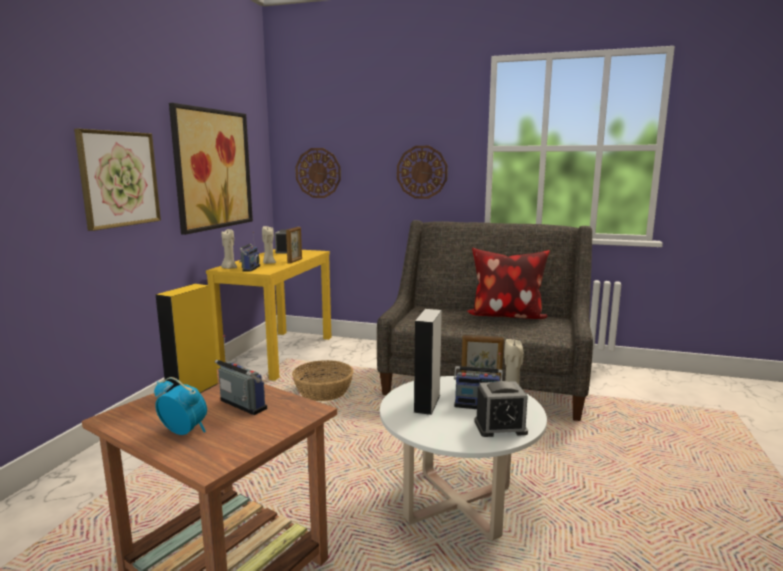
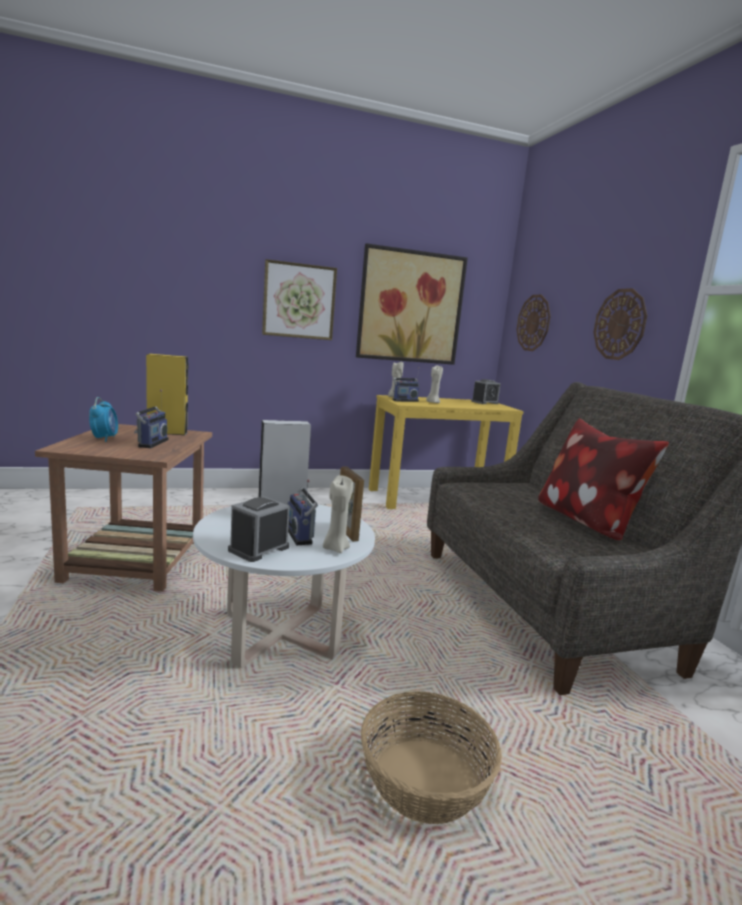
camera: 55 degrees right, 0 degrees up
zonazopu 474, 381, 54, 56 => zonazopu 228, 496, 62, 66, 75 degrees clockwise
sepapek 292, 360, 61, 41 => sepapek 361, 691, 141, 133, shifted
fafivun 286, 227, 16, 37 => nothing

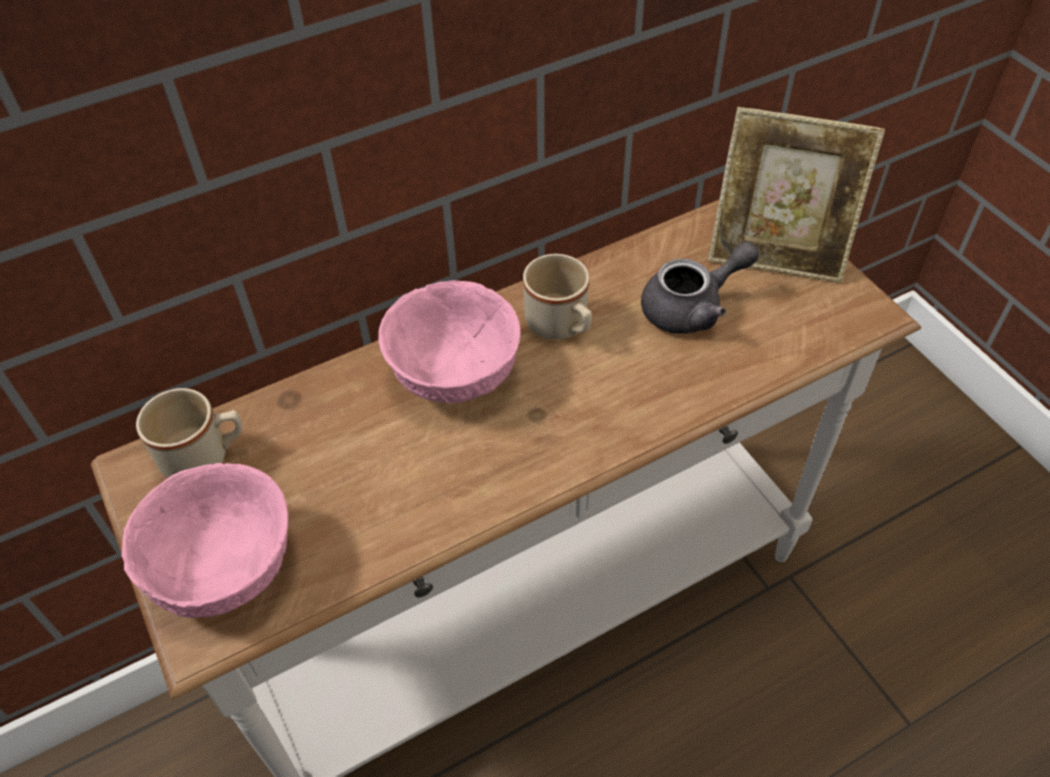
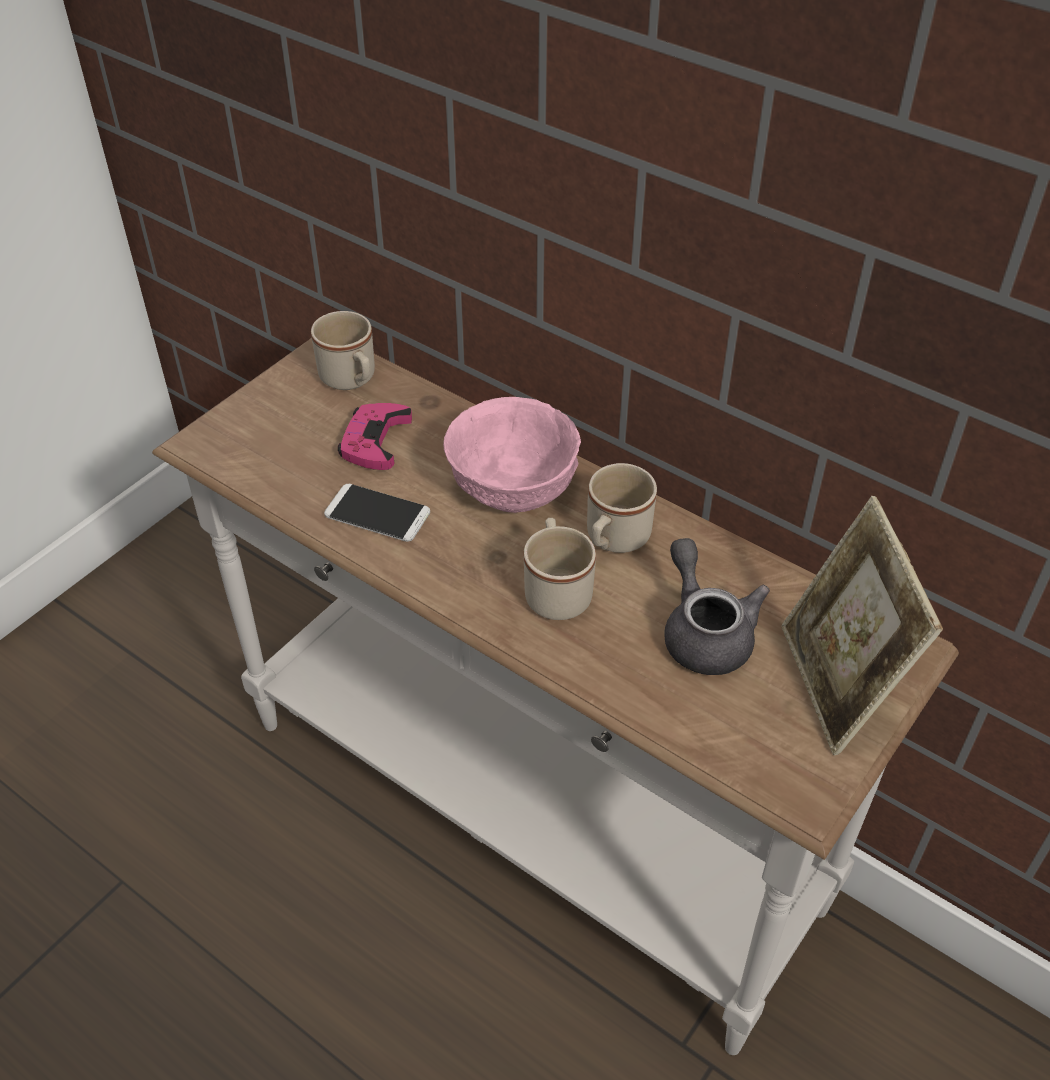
camera: 65 degrees right, 5 degrees down
nothing => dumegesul 324, 484, 106, 58
nothing => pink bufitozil 338, 403, 74, 67
nothing => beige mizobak 524, 518, 72, 102
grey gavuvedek 641, 241, 118, 93 => grey gavuvedek 664, 538, 106, 137, 150 degrees counterclockwise
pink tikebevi 122, 463, 166, 155 => nothing

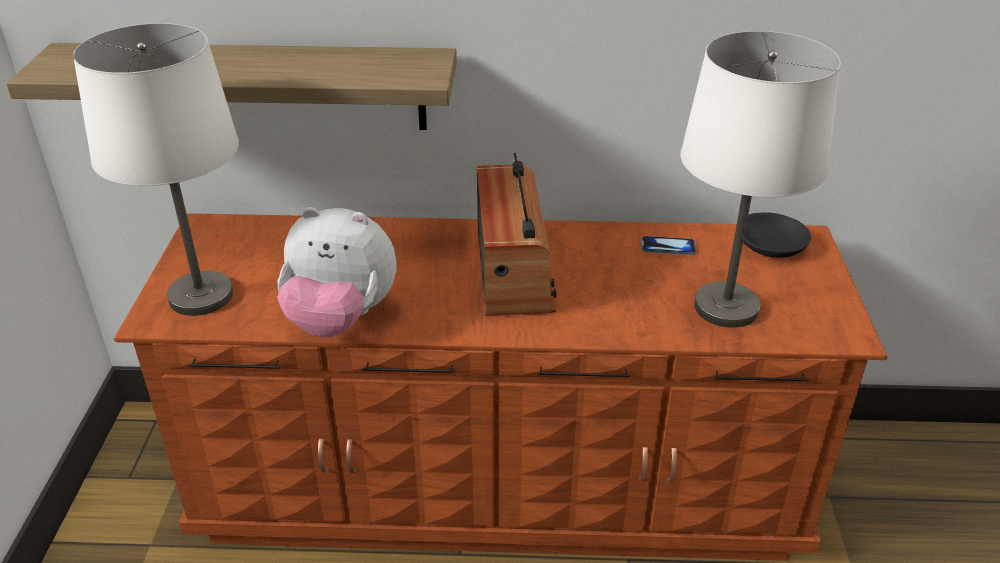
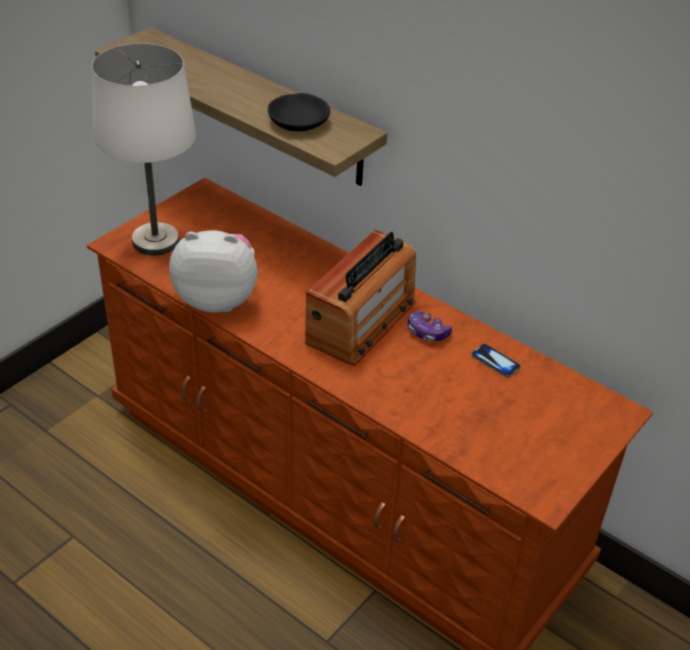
camera: 35 degrees right, 5 degrees up
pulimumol 277, 207, 119, 131 => pulimumol 169, 230, 88, 83, 135 degrees clockwise
black tikebevi 743, 212, 68, 46 => black tikebevi 268, 93, 62, 38, shifted
nothing => bufitozil 408, 311, 44, 30
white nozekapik 680, 31, 161, 297 => nothing

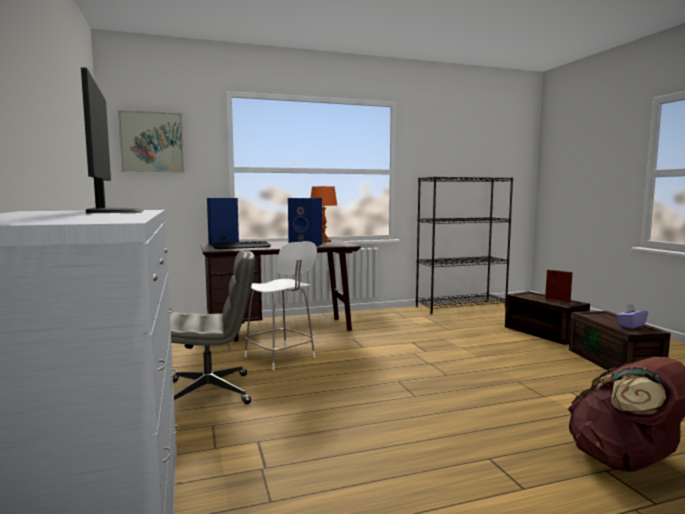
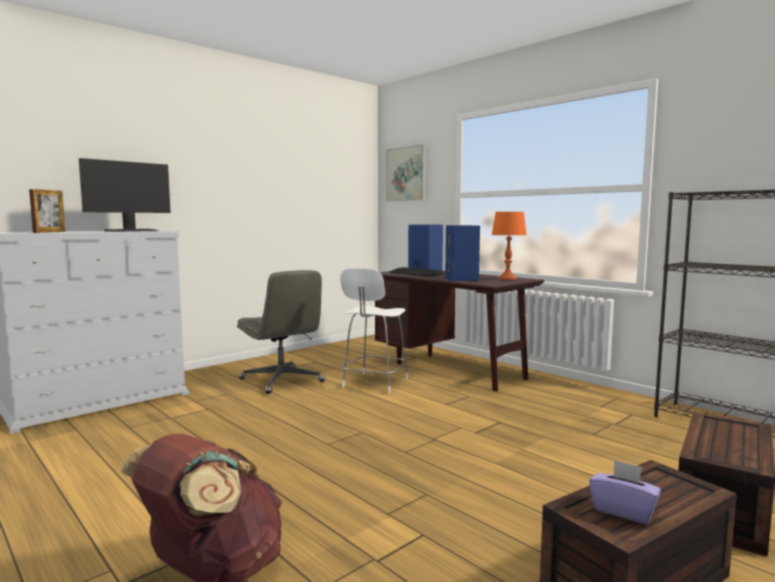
camera: 65 degrees right, 0 degrees up
fafivun 545, 270, 27, 32 => fafivun 29, 189, 37, 44, shifted

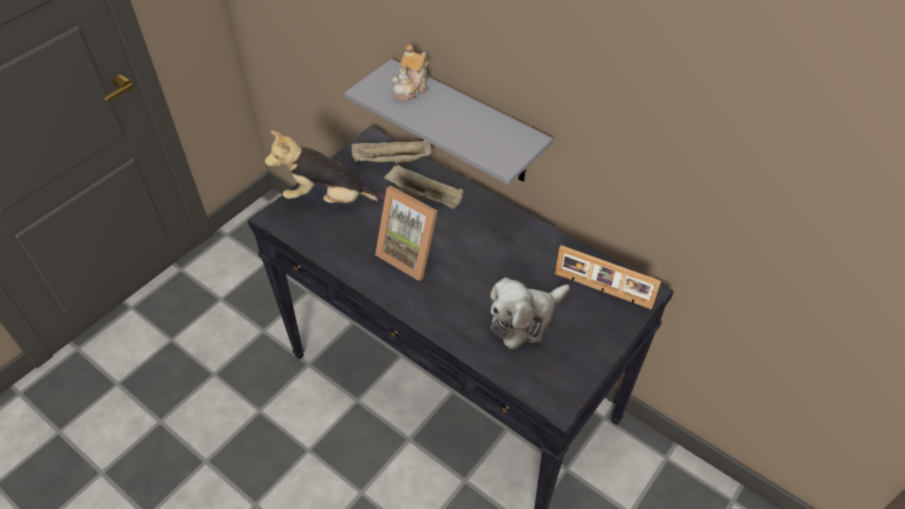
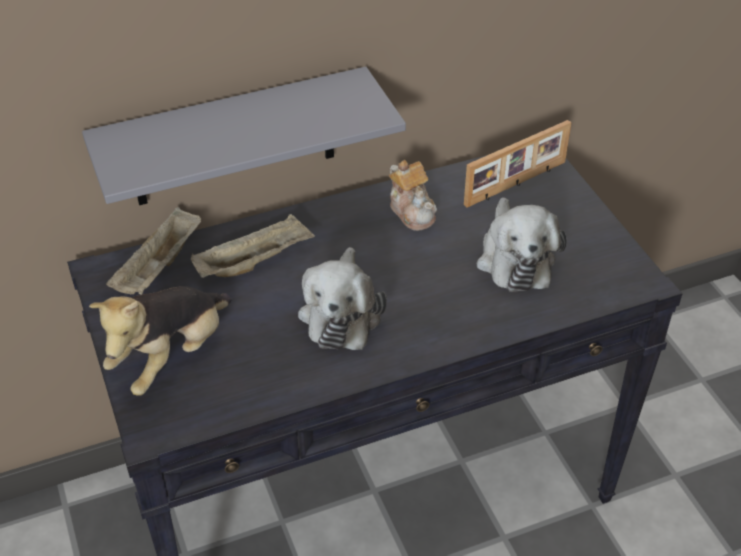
camera: 60 degrees left, 5 degrees down
fafivun 375, 186, 63, 95 => pulimumol 298, 247, 89, 103
gavuvedek 391, 45, 37, 56 => gavuvedek 389, 160, 48, 71, shifted

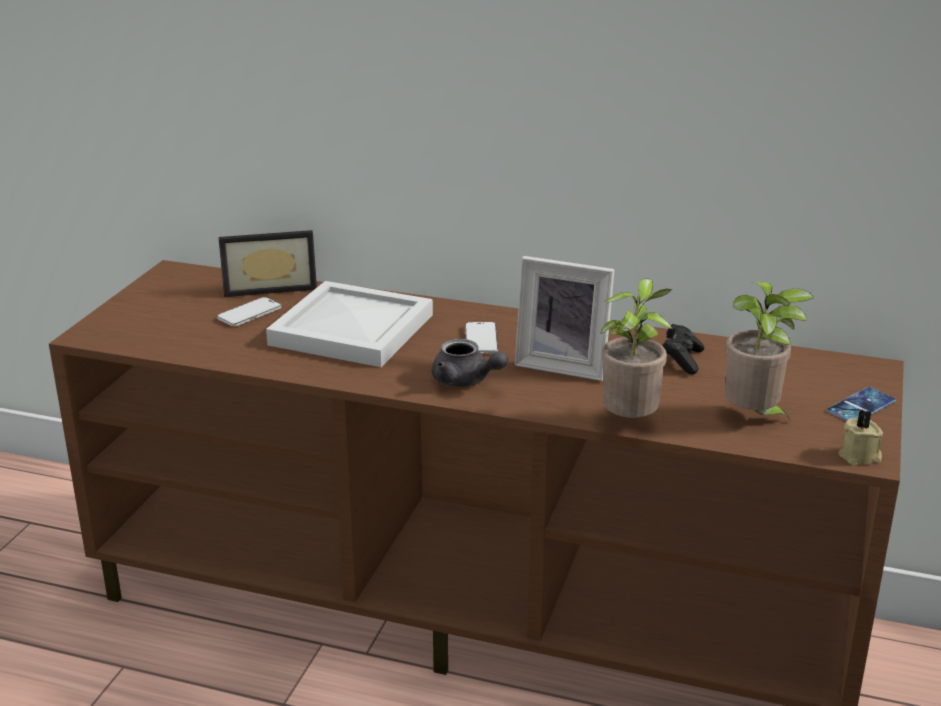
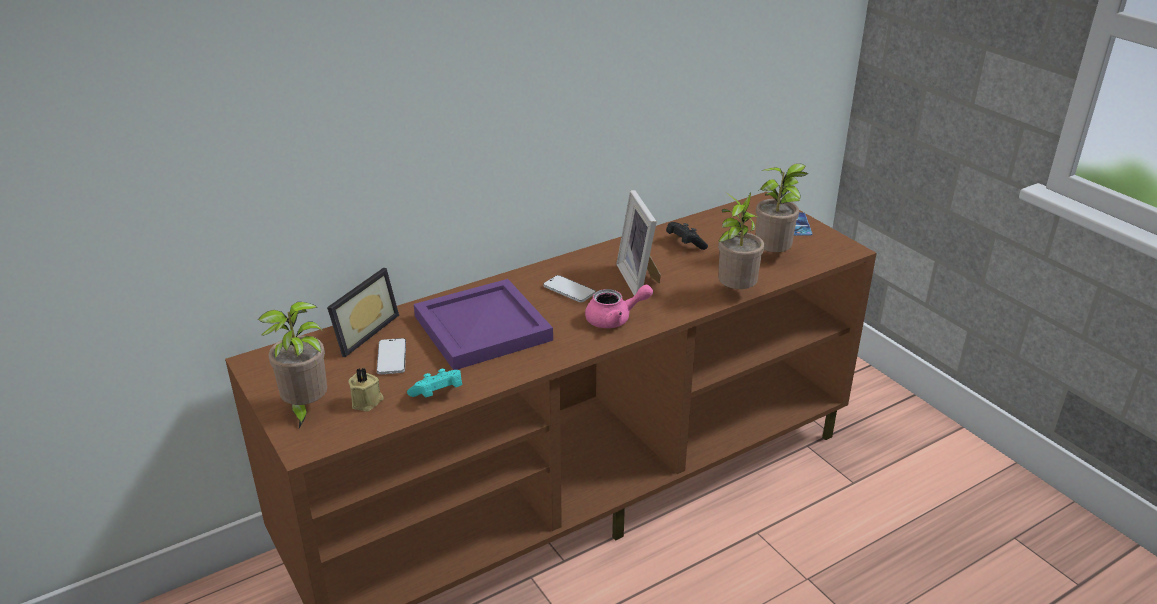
camera: 50 degrees left, 5 degrees up
nothing => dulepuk 258, 302, 69, 126
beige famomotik 838, 410, 45, 55 => beige famomotik 348, 368, 36, 43, shifted
nothing => turquoise bufitozil 407, 369, 55, 29
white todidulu 266, 281, 167, 86 => purple todidulu 414, 279, 139, 91
grey gavuvedek 432, 339, 76, 48 => pink gavuvedek 585, 285, 68, 43
fafivun 515, 256, 100, 125 => fafivun 616, 190, 45, 106, 105 degrees clockwise

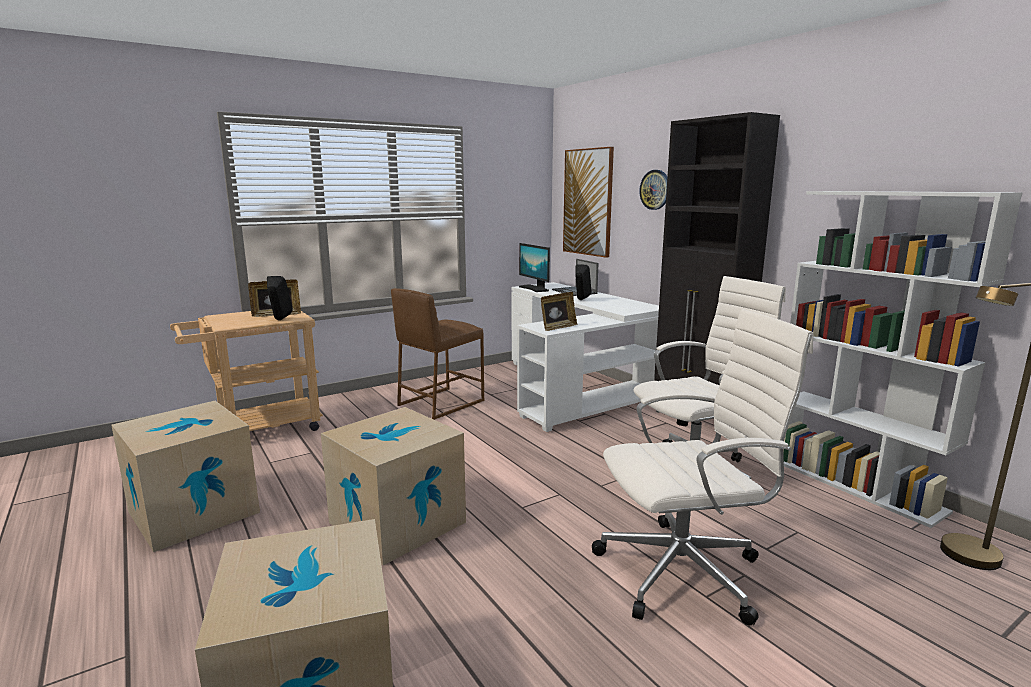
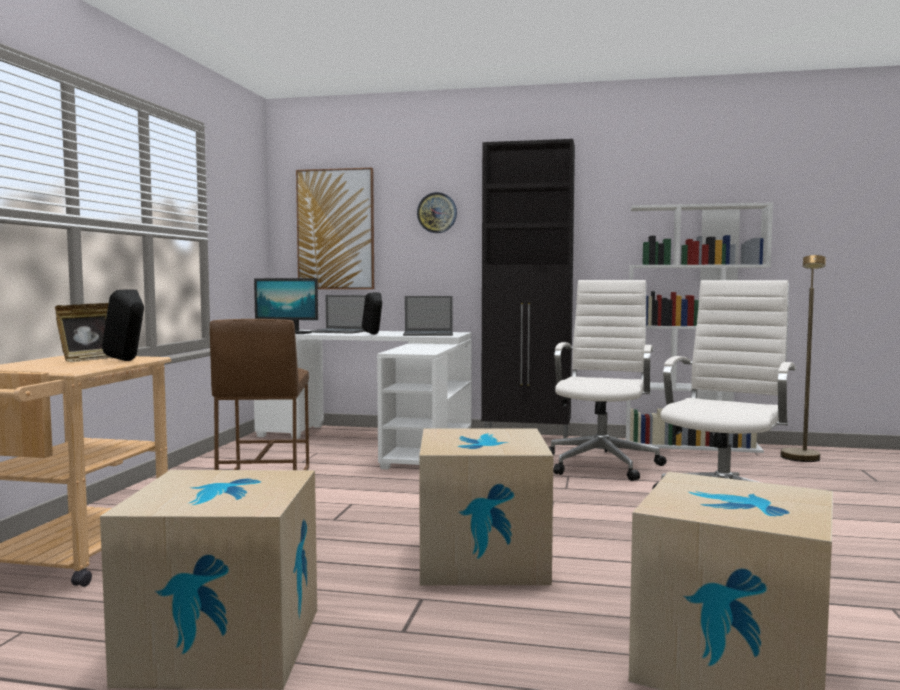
camera: 45 degrees left, 10 degrees down
nothing => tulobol 403, 296, 50, 40
fafivun 541, 292, 37, 39 => nothing

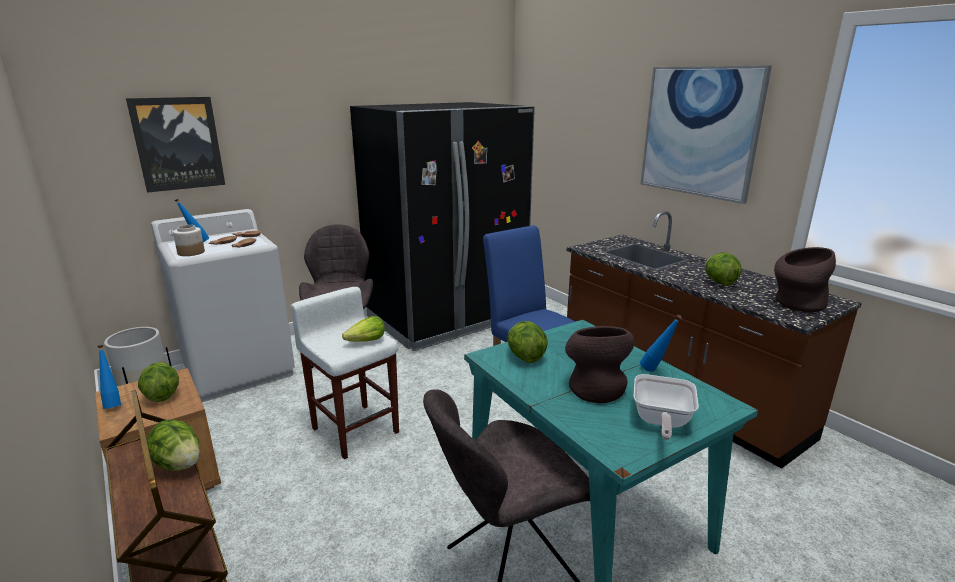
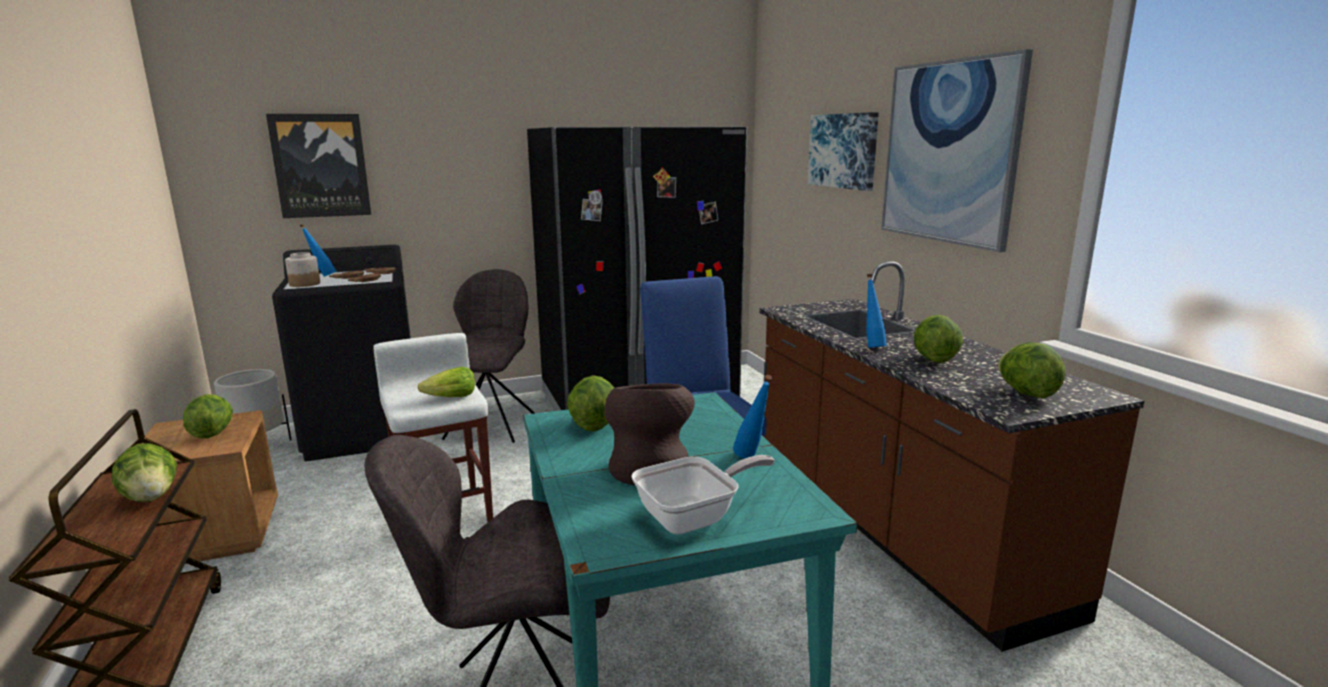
camera: 15 degrees right, 5 degrees down
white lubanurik 151, 209, 144, 193 => black lubanurik 272, 245, 139, 216
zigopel 634, 374, 65, 66 => zigopel 631, 455, 144, 79, 150 degrees counterclockwise
nothing => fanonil 808, 112, 71, 79
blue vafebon 98, 345, 23, 64 => blue vafebon 867, 274, 20, 74, shifted
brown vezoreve 774, 247, 62, 65 => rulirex 998, 342, 67, 56

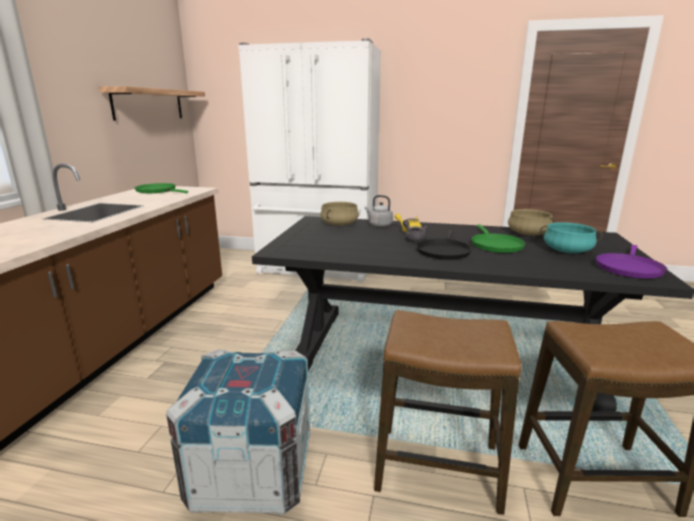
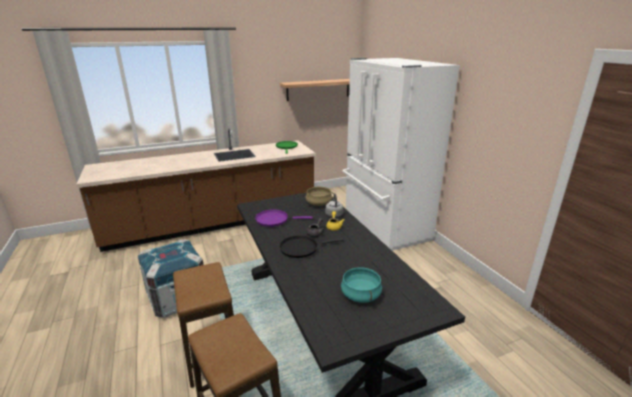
camera: 55 degrees right, 5 degrees up
purple zigopel 596, 245, 71, 33 => purple zigopel 255, 209, 58, 18, shifted
green zigopel 471, 225, 55, 28 => nothing
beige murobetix 508, 209, 47, 27 => nothing

